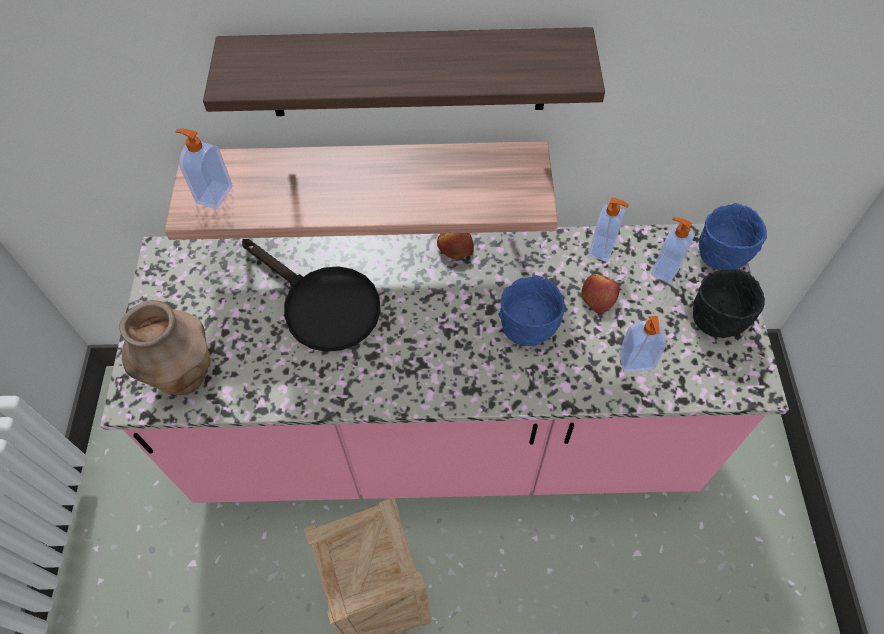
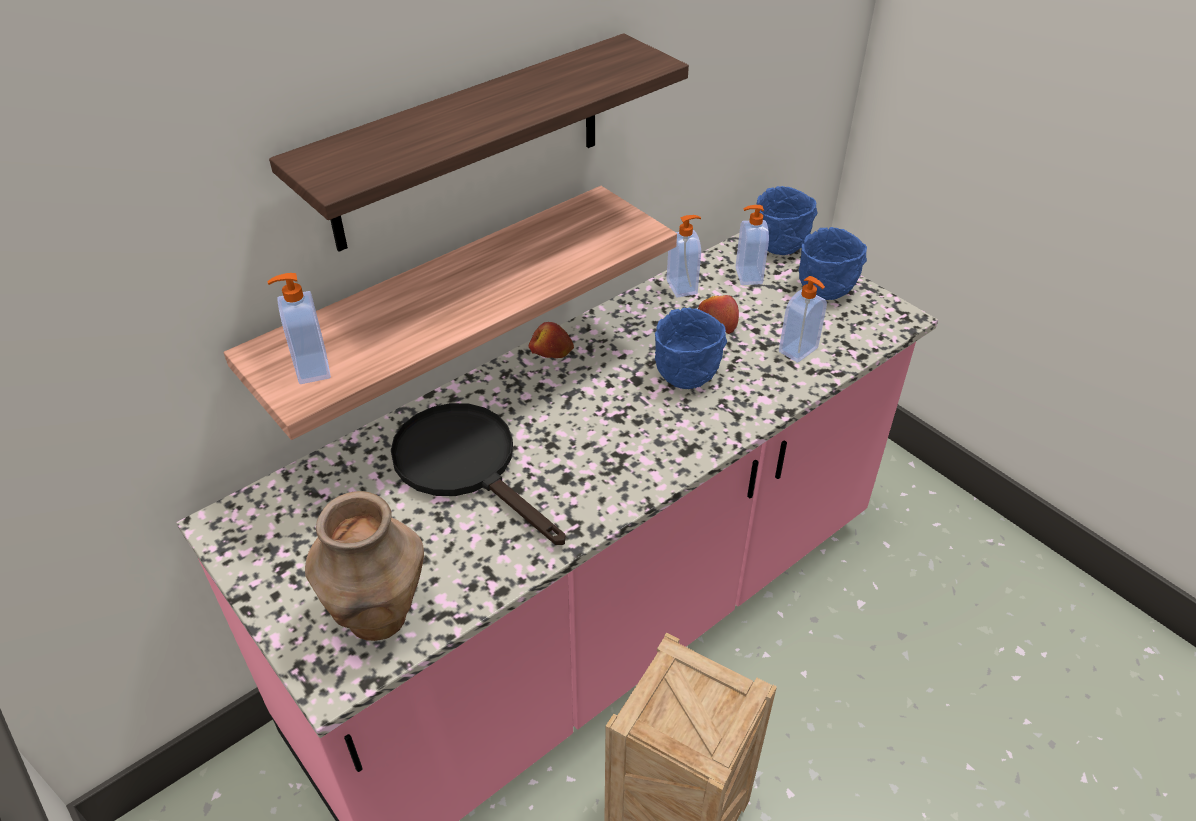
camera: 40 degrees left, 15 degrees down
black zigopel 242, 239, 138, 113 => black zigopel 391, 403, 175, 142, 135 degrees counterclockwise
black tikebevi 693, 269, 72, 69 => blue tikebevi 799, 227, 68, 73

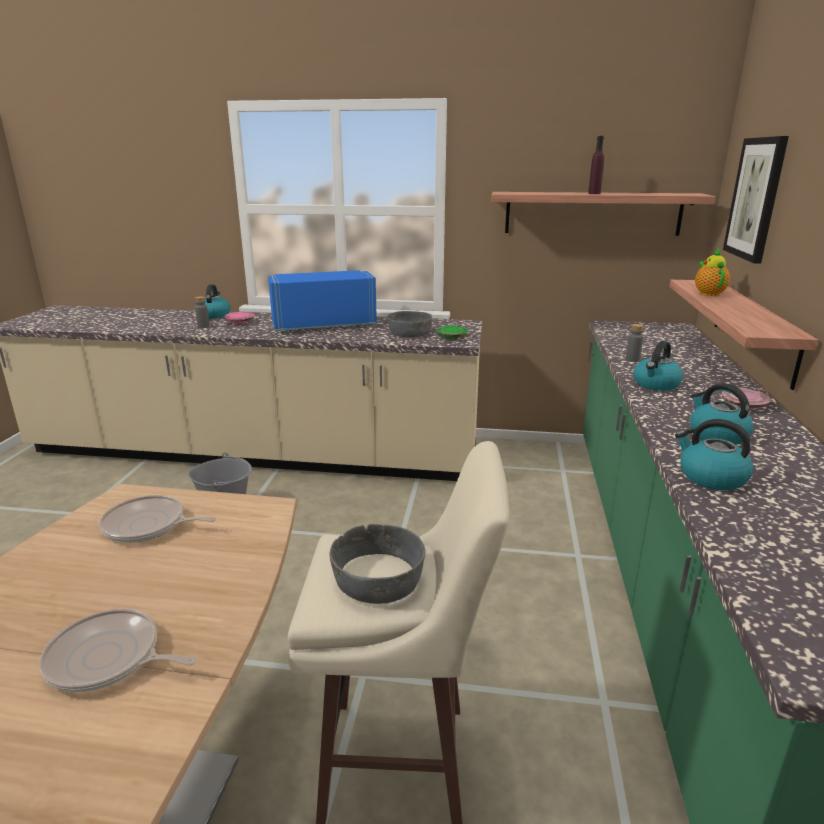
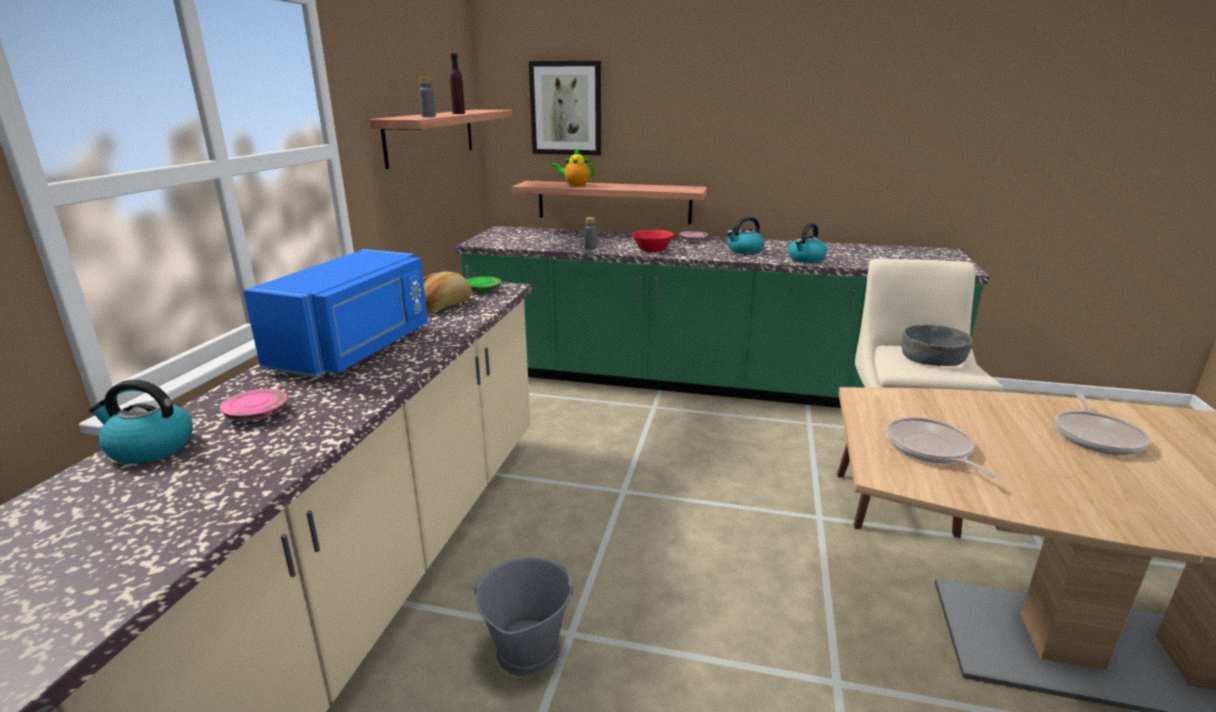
camera: 85 degrees left, 0 degrees up
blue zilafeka 268, 270, 109, 63 => blue zilafeka 243, 249, 185, 128, 150 degrees counterclockwise
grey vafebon 195, 296, 15, 32 => grey vafebon 419, 78, 17, 39, shifted
grey tikebevi 387, 311, 45, 27 => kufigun 423, 272, 49, 41
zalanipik 634, 341, 49, 50 => red tikebevi 632, 230, 42, 22
zigopel 99, 495, 117, 48 => zigopel 886, 417, 111, 61, 150 degrees clockwise

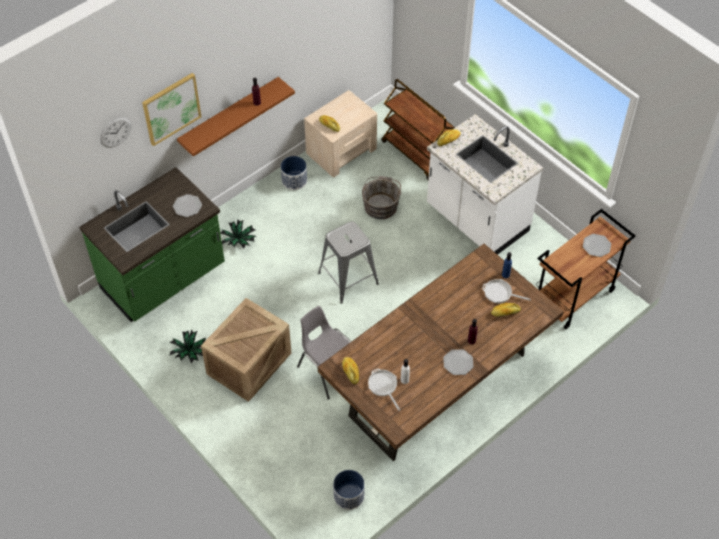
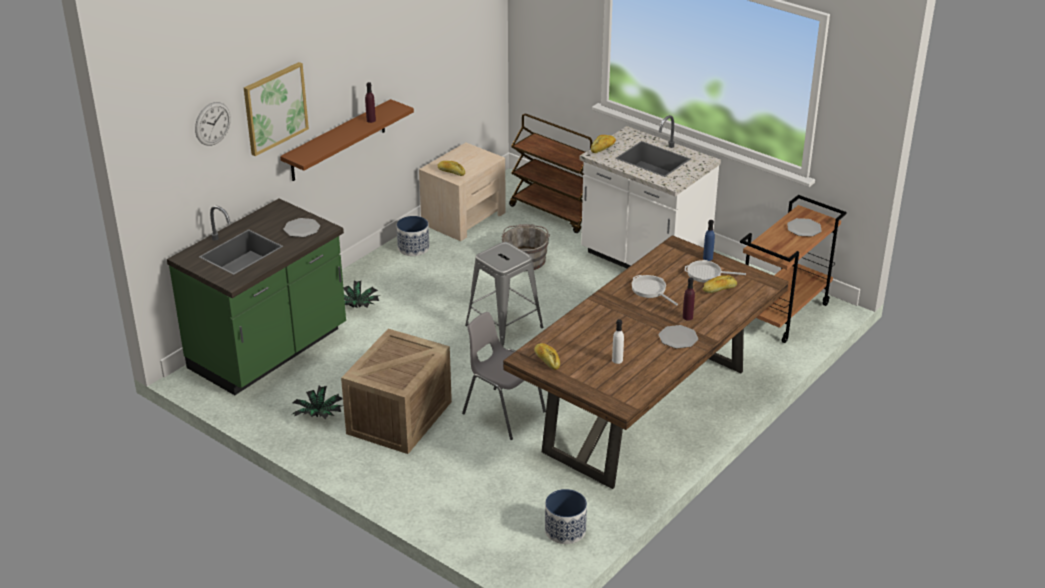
camera: 10 degrees left, 20 degrees down
zigopel 368, 369, 32, 42 => zigopel 632, 275, 46, 31, shifted

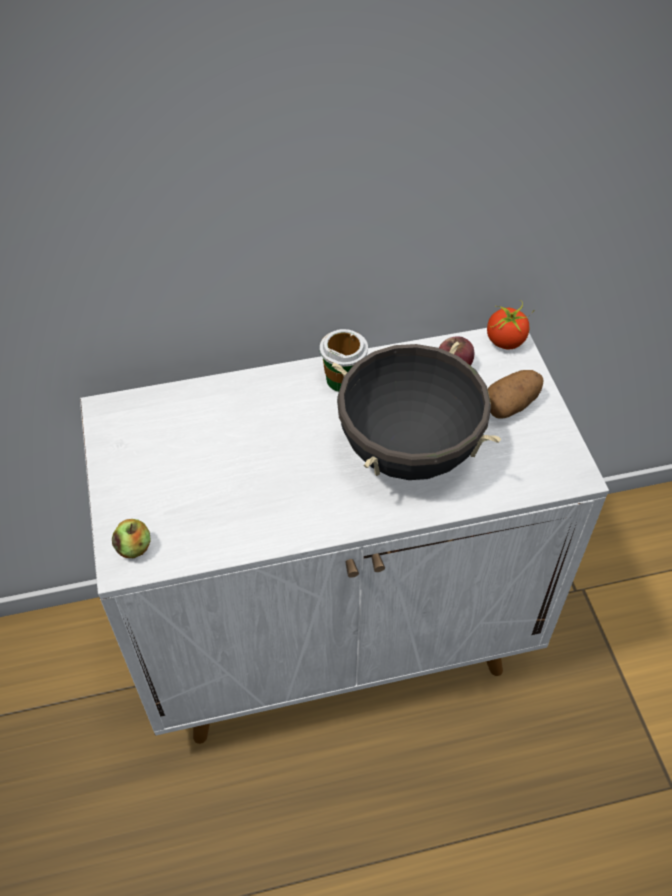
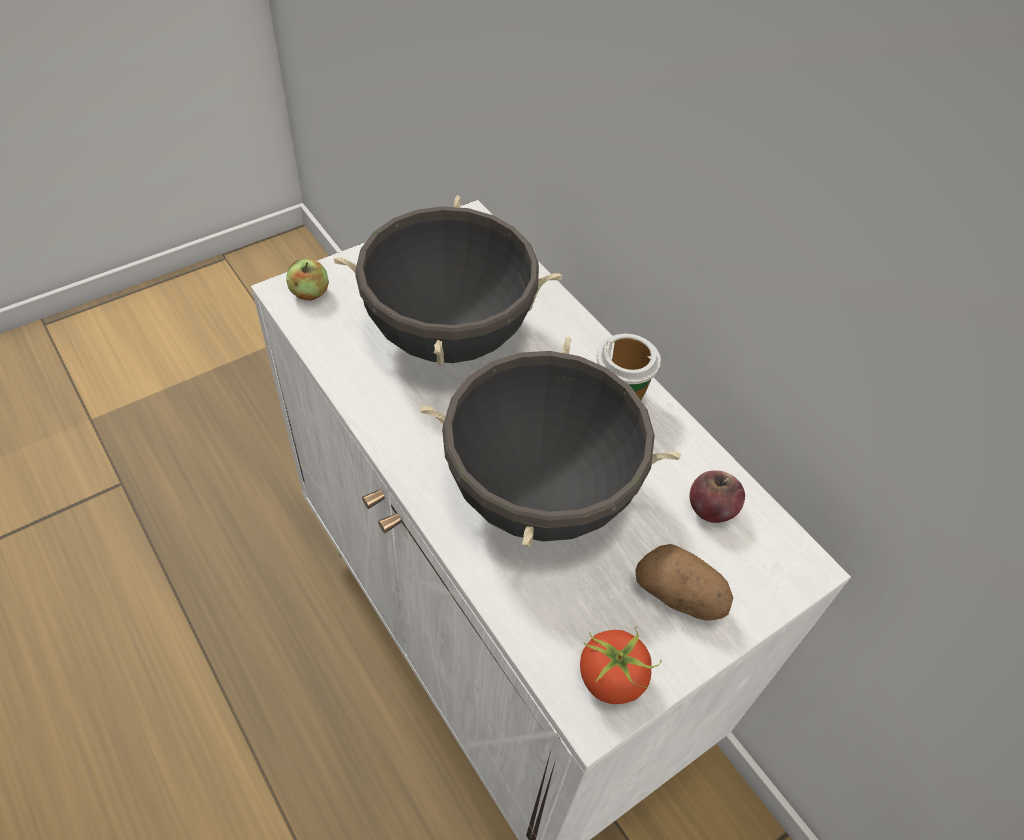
camera: 65 degrees right, 0 degrees up
nothing => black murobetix 334, 195, 228, 171
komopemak 487, 300, 47, 50 => komopemak 580, 627, 81, 77, shifted

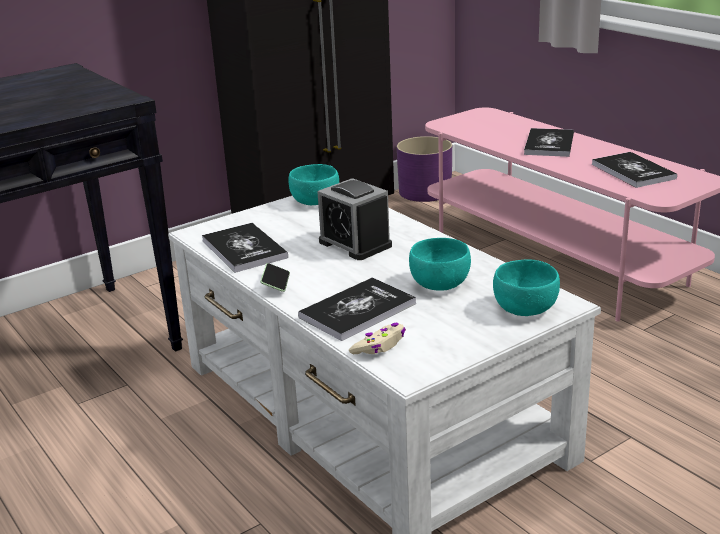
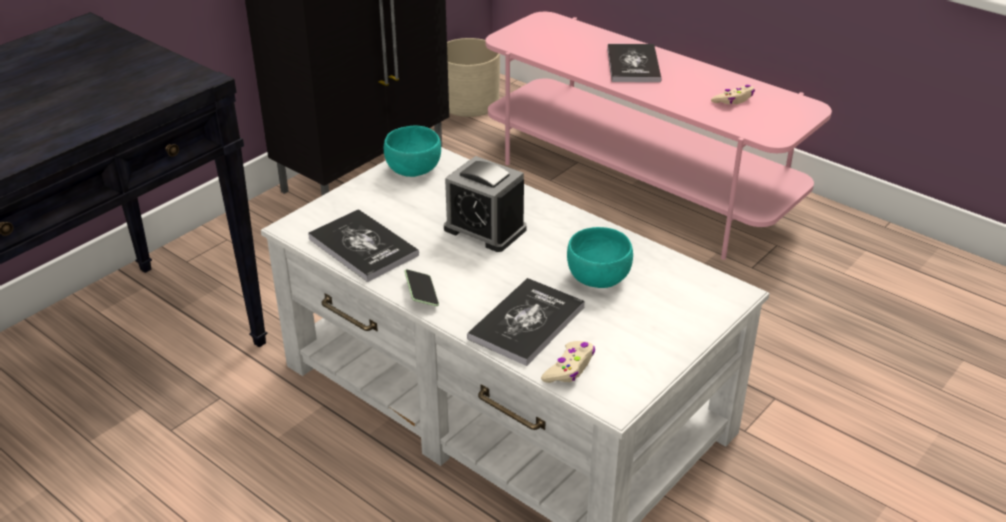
camera: 15 degrees left, 10 degrees up
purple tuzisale 397, 136, 55, 66 => beige tuzisale 447, 38, 53, 79
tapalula 592, 152, 85, 36 => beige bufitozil 711, 85, 44, 19
turquoise tikebevi 493, 260, 67, 56 => nothing

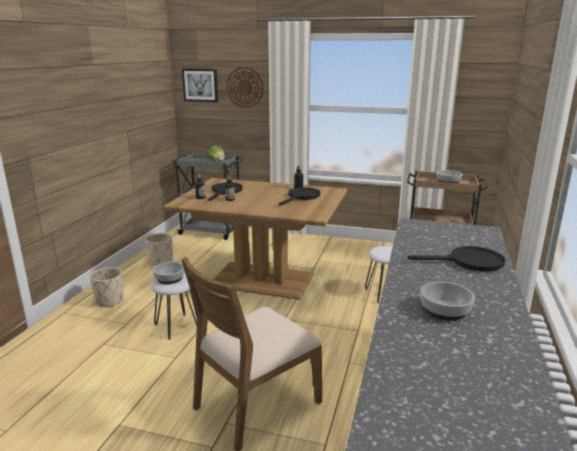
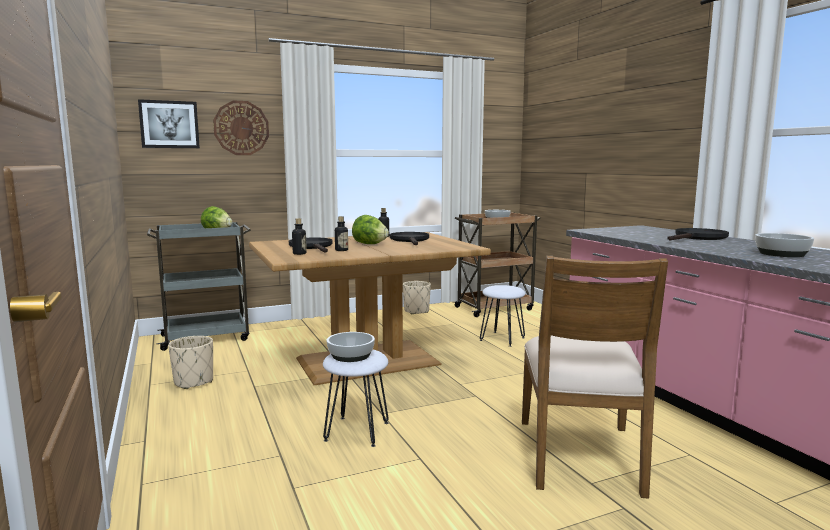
camera: 40 degrees left, 10 degrees down
nothing => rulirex 352, 215, 37, 29
beige tuzisale 90, 267, 34, 41 => beige tuzisale 403, 281, 28, 33, shifted

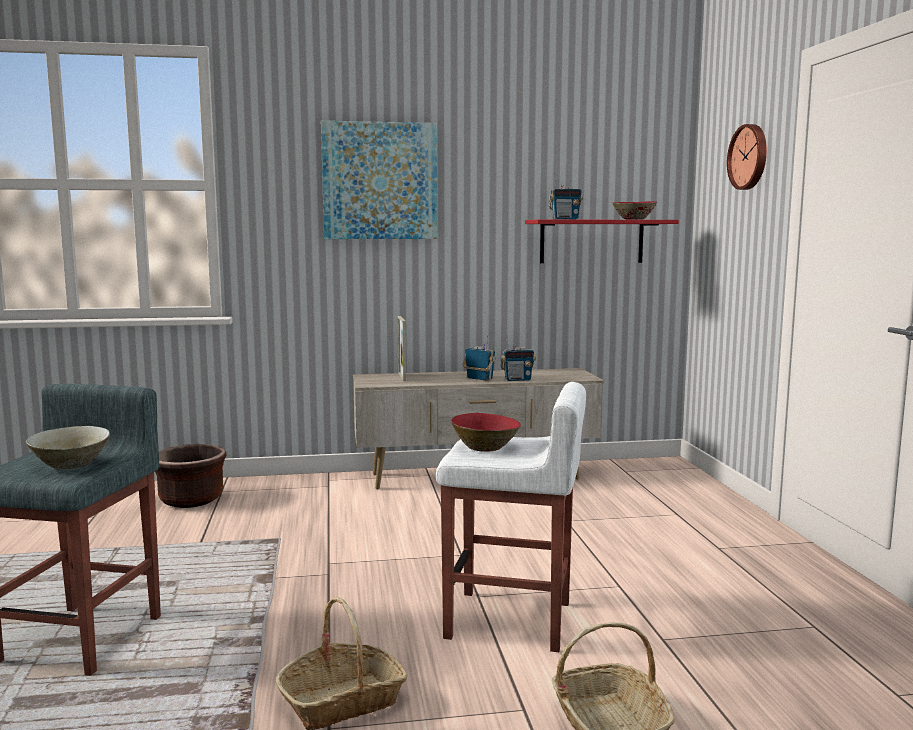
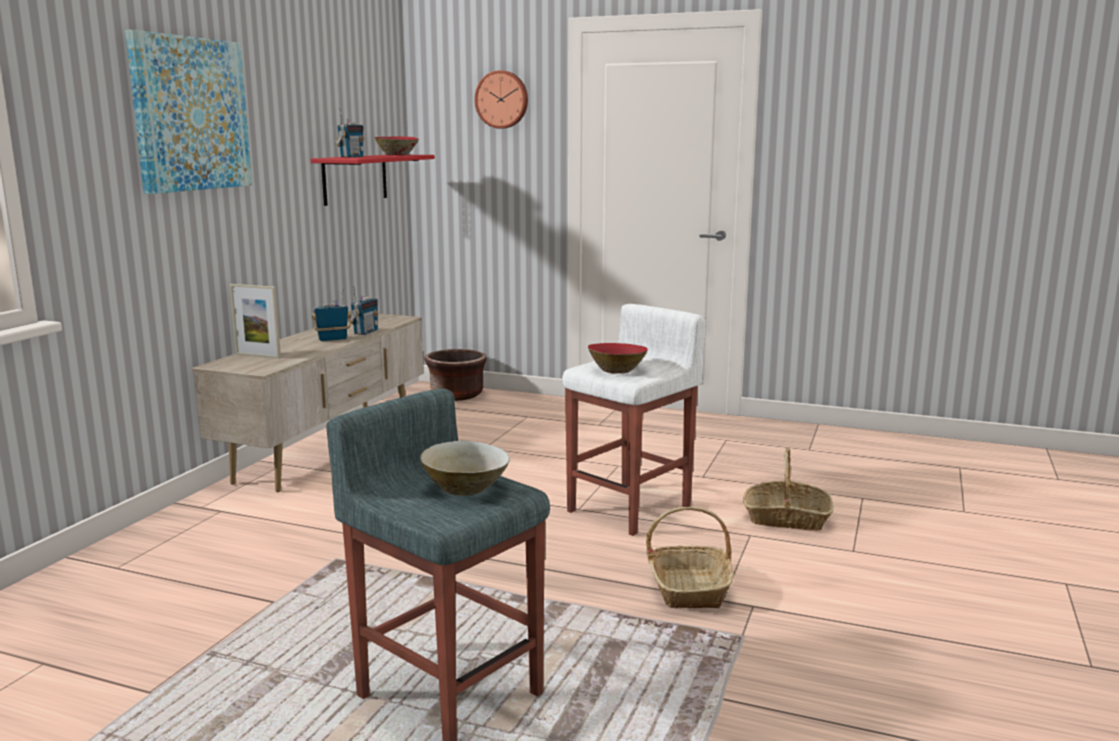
camera: 60 degrees left, 5 degrees up
brown tuzisale 155, 444, 72, 64 => brown tuzisale 424, 349, 63, 52, shifted

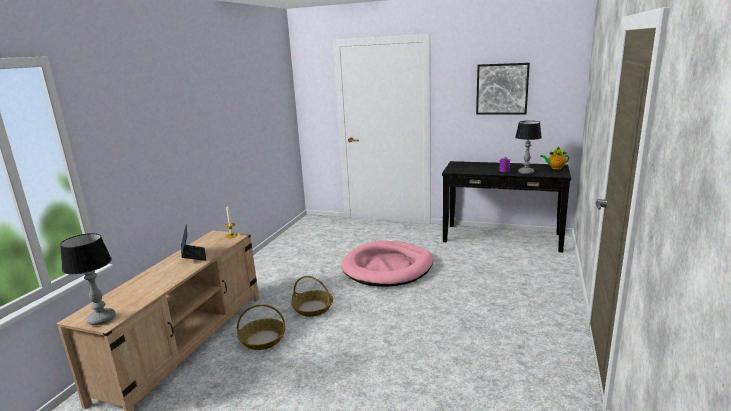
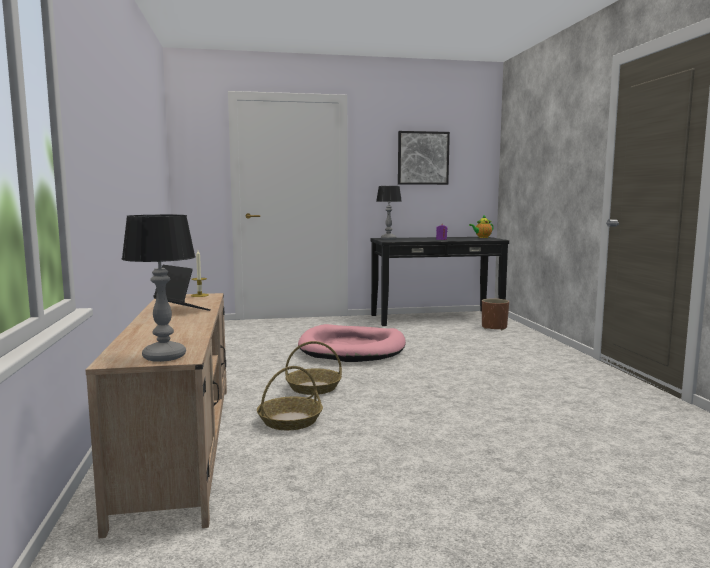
camera: 30 degrees left, 10 degrees down
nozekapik 515, 121, 27, 53 => nozekapik 376, 186, 26, 54, shifted
nothing => brown tuzisale 482, 299, 27, 31

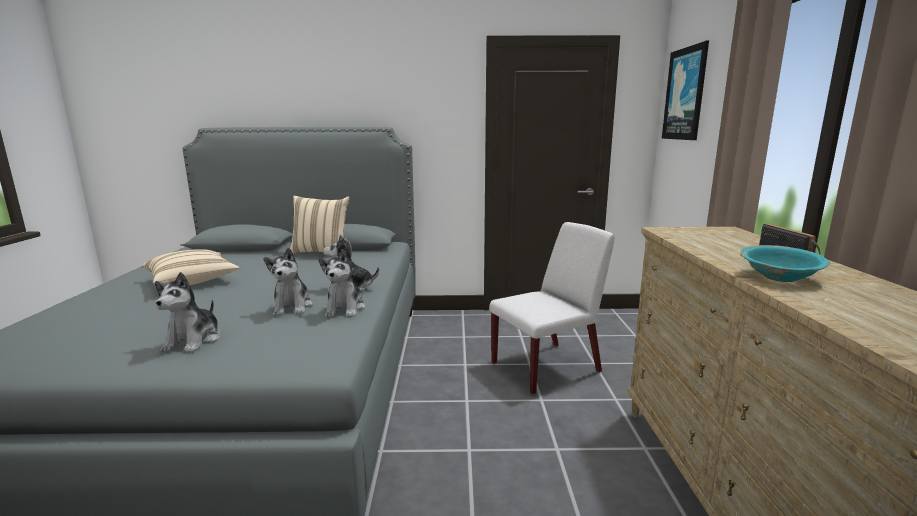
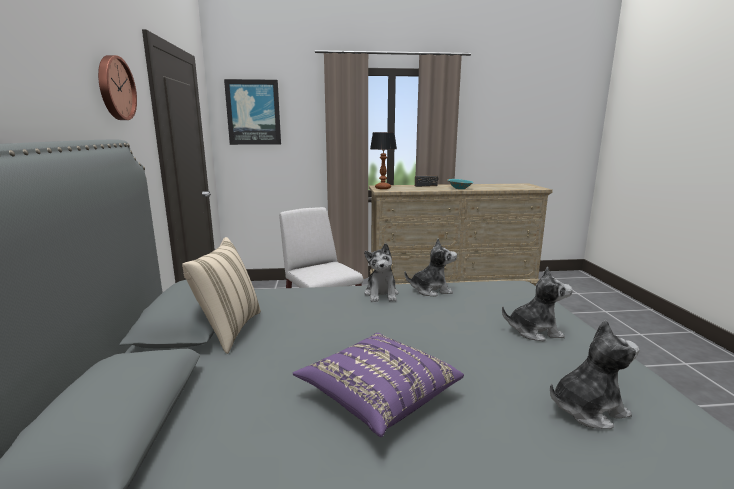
camera: 95 degrees left, 0 degrees up
nothing => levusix 98, 55, 39, 65
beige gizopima 142, 249, 98, 36 => purple gizopima 292, 333, 172, 104
nothing => nozekapik 370, 132, 27, 57
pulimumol 263, 248, 50, 68 => pulimumol 550, 320, 89, 109, shifted

